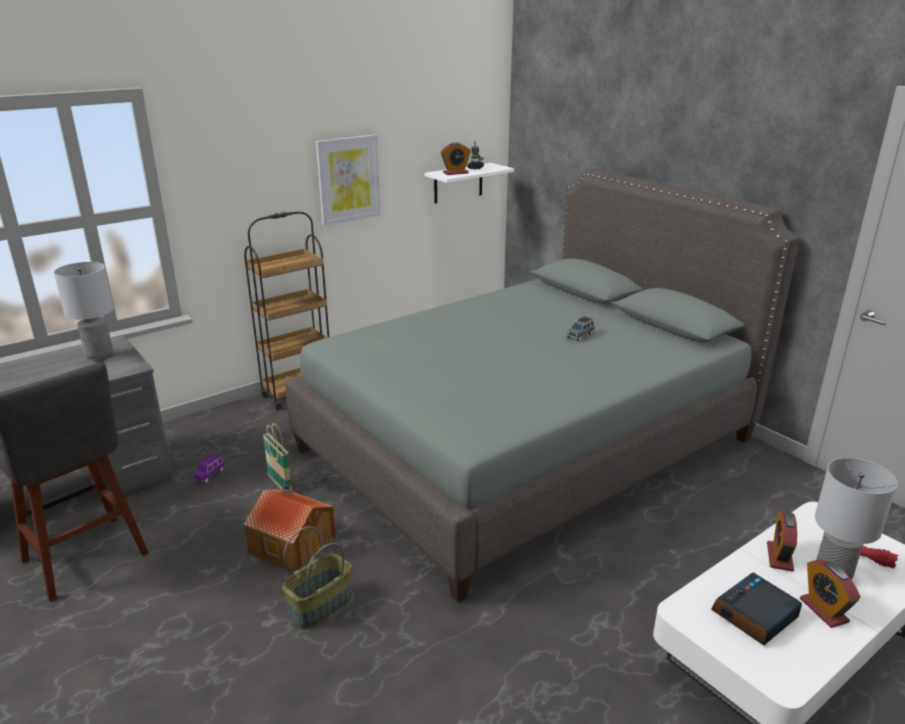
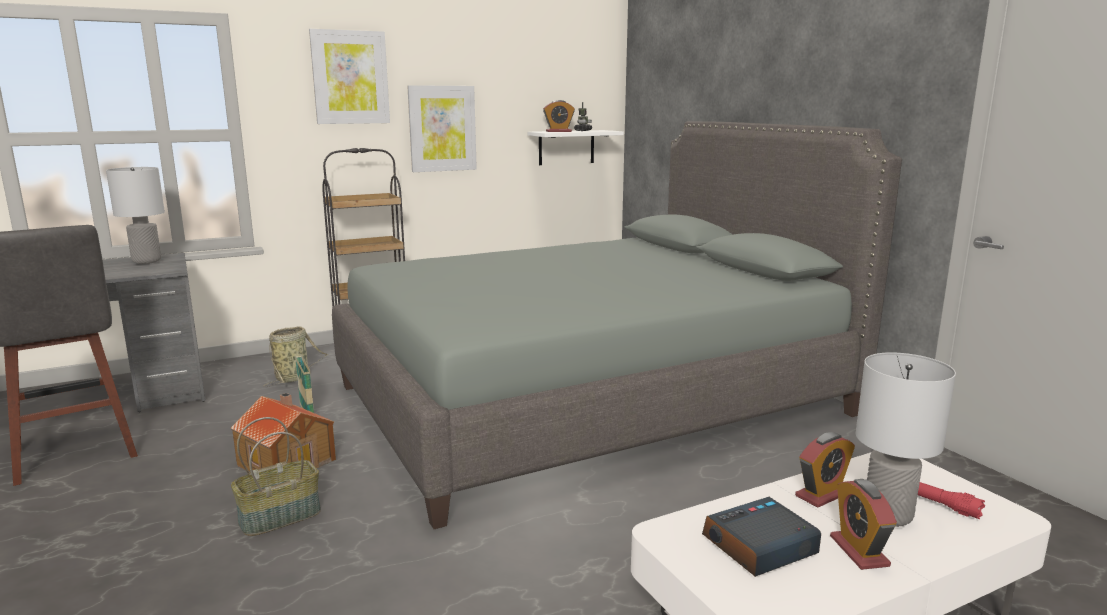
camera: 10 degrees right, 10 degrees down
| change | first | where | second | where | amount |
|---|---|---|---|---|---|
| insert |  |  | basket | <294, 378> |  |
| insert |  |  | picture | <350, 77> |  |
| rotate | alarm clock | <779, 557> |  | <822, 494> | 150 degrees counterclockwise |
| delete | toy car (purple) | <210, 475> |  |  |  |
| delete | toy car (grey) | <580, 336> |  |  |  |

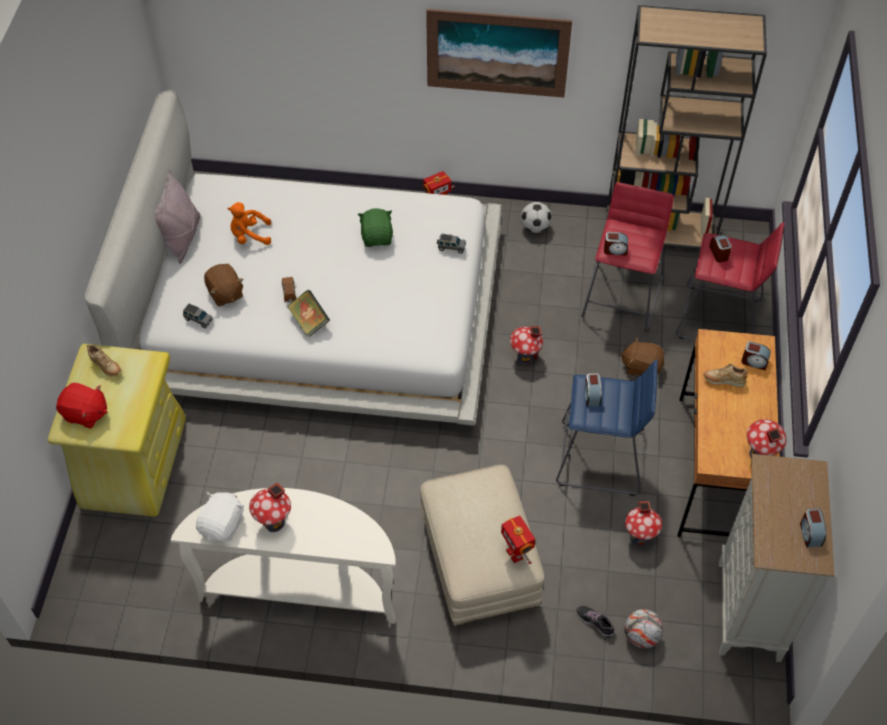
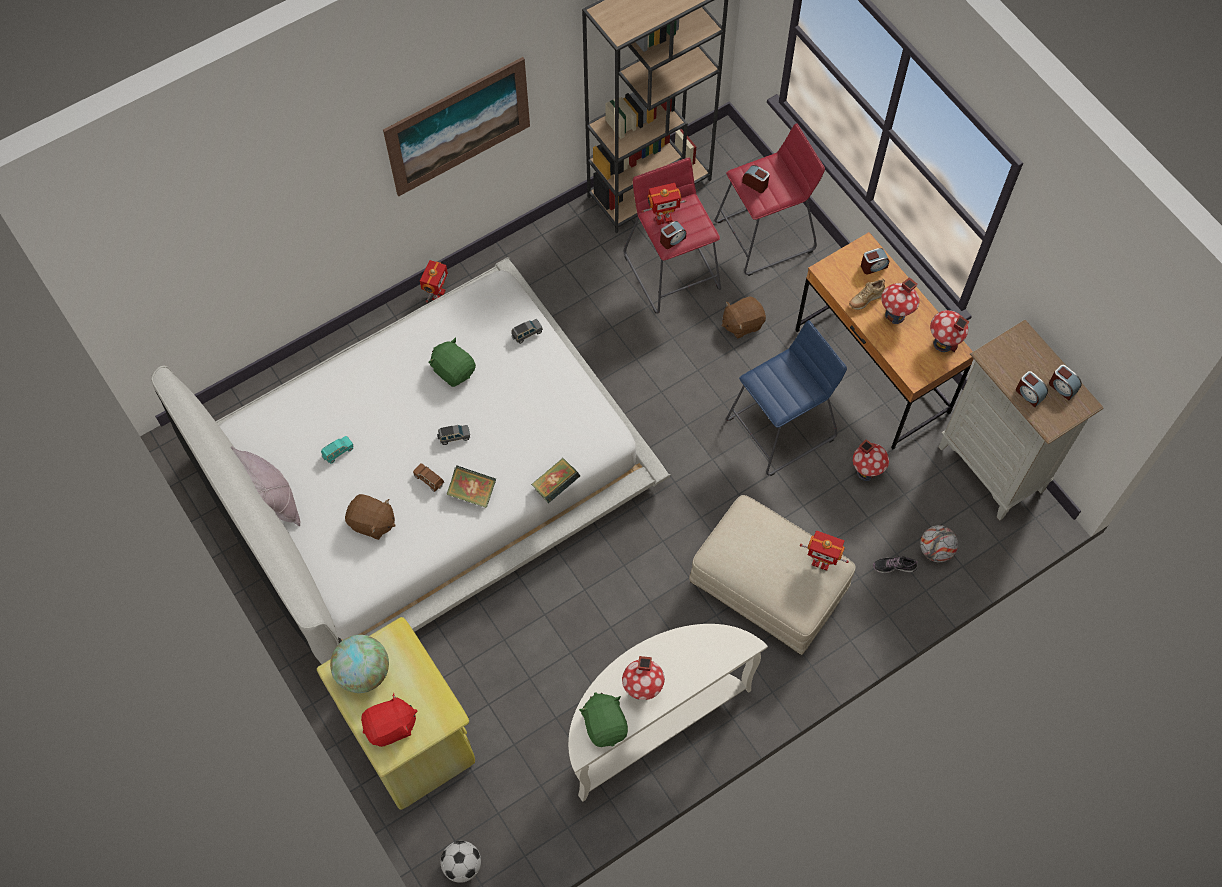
camera: 40 degrees left, 10 degrees up
| change | first | where | second | where | amount |
|---|---|---|---|---|---|
| replace | plush toy (orange) | <249, 236> | toy car (turquoise) | <338, 452> |  |
| replace | shoe (beige) | <106, 367> | globe | <363, 672> |  |
| move | toy car (grey) | <198, 320> |  | <454, 437> |  |
| move | football | <535, 227> |  | <462, 865> |  |
| insert |  |  | book | <556, 486> |  |
| recolor | plush toy (white) | <223, 525> | plush toy (green) | <605, 725> |  |
| insert |  |  | toy robot | <663, 218> |  |
| move | toy house | <525, 357> |  | <895, 315> |  |
| move | alarm clock | <592, 395> |  | <1029, 394> |  |

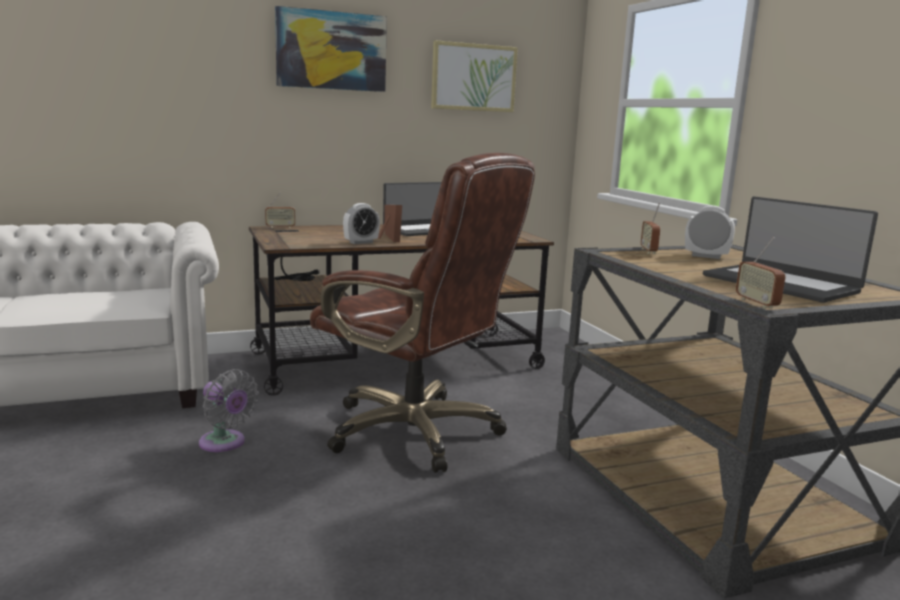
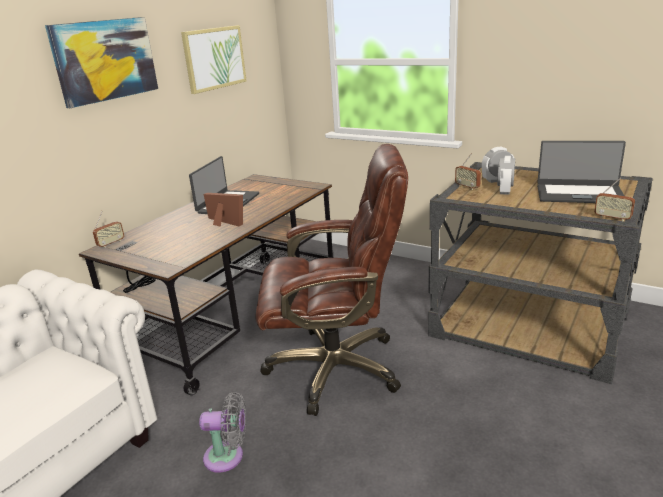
camera: 35 degrees left, 10 degrees up
| change | first | where | second | where | amount |
|---|---|---|---|---|---|
| move | alarm clock | <361, 242> |  | <505, 191> |  |

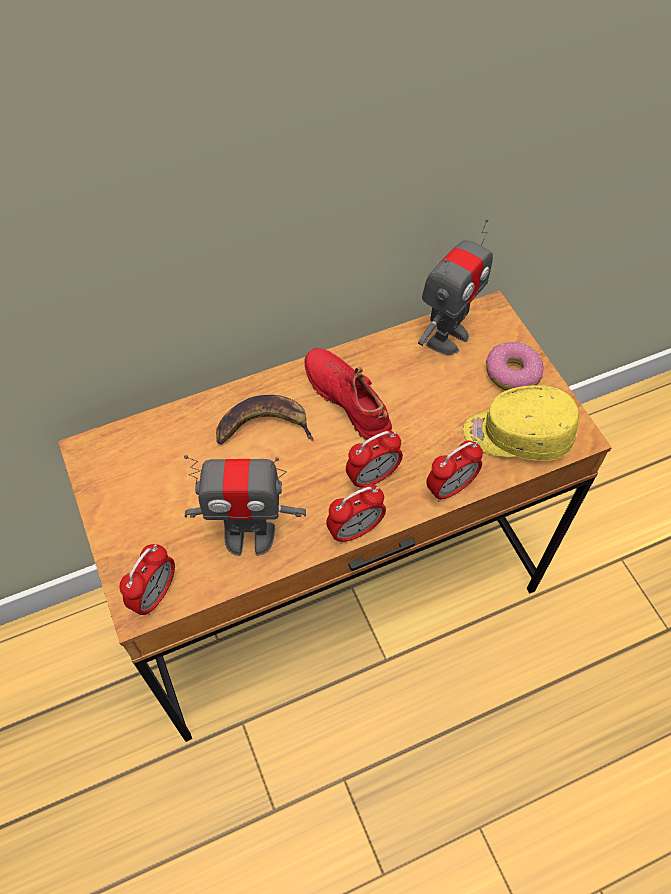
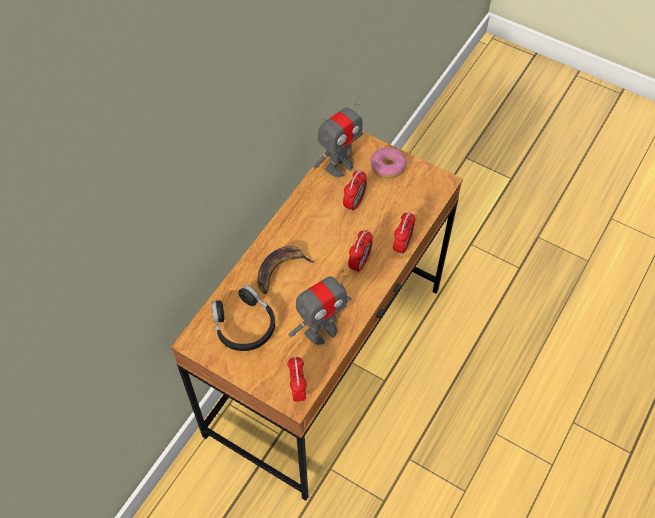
camera: 35 degrees left, 0 degrees up
| change | first | where | second | where | amount |
|---|---|---|---|---|---|
| insert |  |  | headphones (black) | <244, 325> |  |
| rotate | toy robot | <447, 337> |  | <339, 166> | 45 degrees clockwise |
| move | alarm clock | <355, 530> |  | <354, 203> |  |
| delete | shoe (red) | <349, 399> |  |  |  |
| delete | cap (yellow) | <517, 435> |  |  |  |

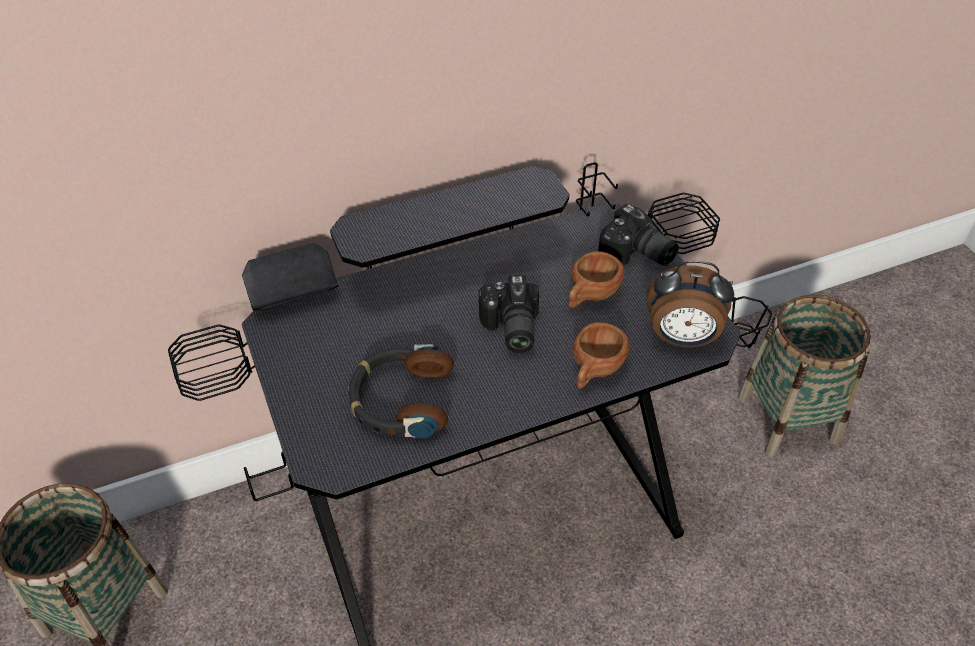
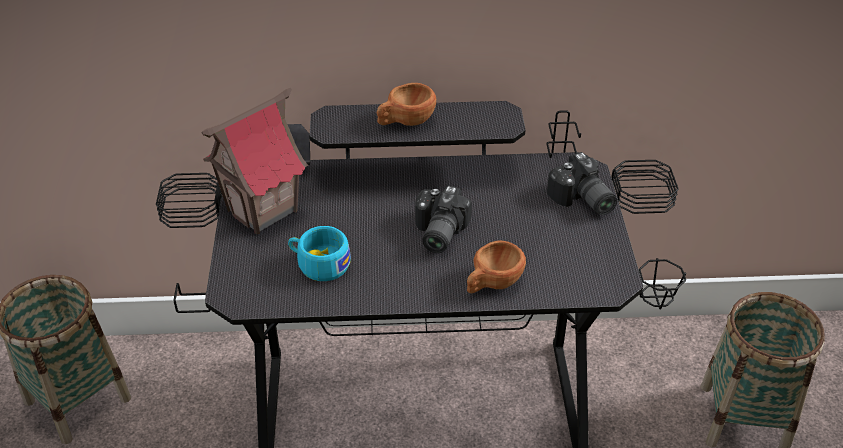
camera: 20 degrees right, 5 degrees down
| change | first | where | second | where | amount |
|---|---|---|---|---|---|
| insert |  |  | toy house | <263, 210> |  |
| replace | headphones | <401, 400> | cup (turquoise) | <318, 264> |  |
| move | cup (brown) | <590, 296> |  | <405, 122> |  |
| delete | alarm clock | <682, 339> |  |  |  |

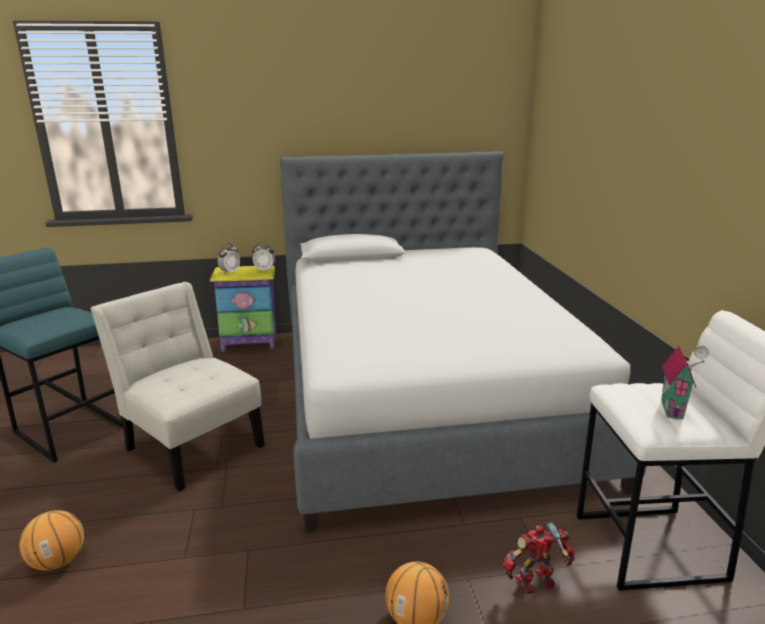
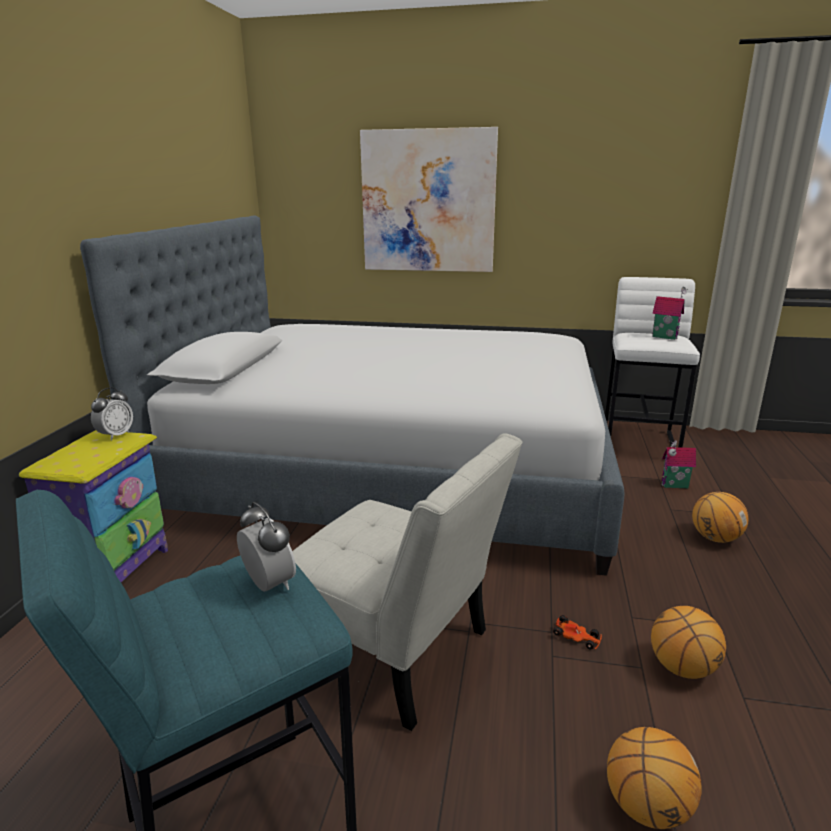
camera: 70 degrees left, 0 degrees up
| change | first | where | second | where | amount |
|---|---|---|---|---|---|
| move | alarm clock | <230, 272> |  | <269, 585> |  |
| rotate | chair (white) | <191, 444> |  | <397, 652> | 120 degrees counterclockwise |
| insert |  |  | picture | <428, 202> |  |
| insert |  |  | toy car | <577, 637> |  |
| insert |  |  | basketball | <682, 668> |  |
| replace | toy robot | <536, 584> | toy house | <675, 486> |  |

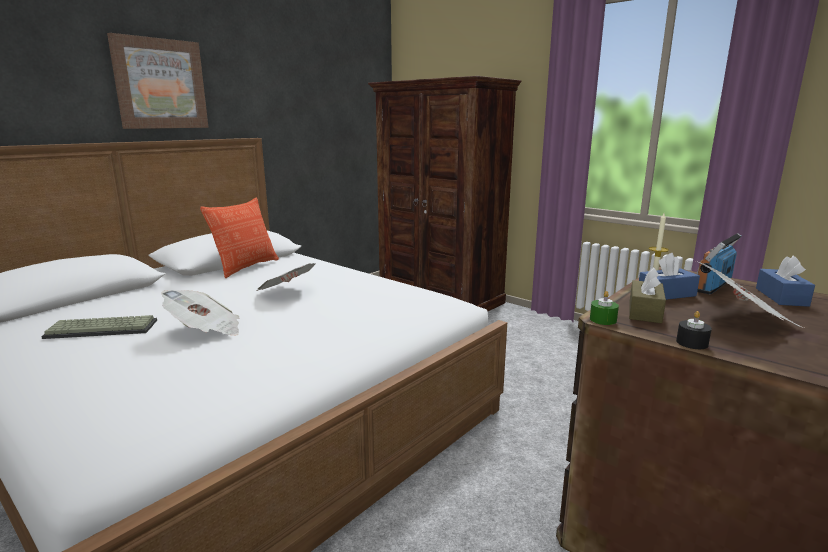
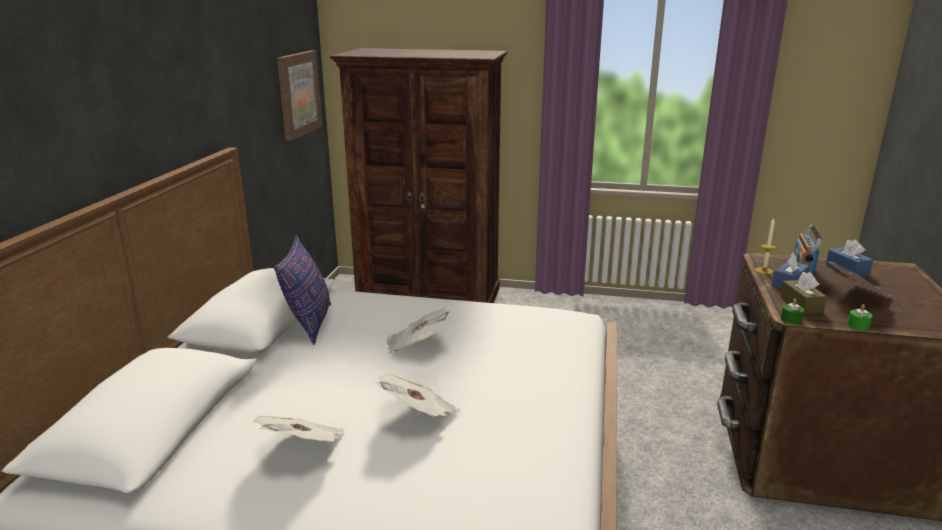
camera: 30 degrees left, 5 degrees up
| change | first | where | second | where | amount |
|---|---|---|---|---|---|
| replace | keyboard | <104, 328> | newspaper | <304, 447> |  |
| recolor | pillow (orange) | <246, 267> | pillow (blue) | <309, 324> |  |
| move | picture | <160, 84> |  | <298, 94> |  |
| recolor | candle (black) | <692, 343> | candle (green) | <858, 325> |  |

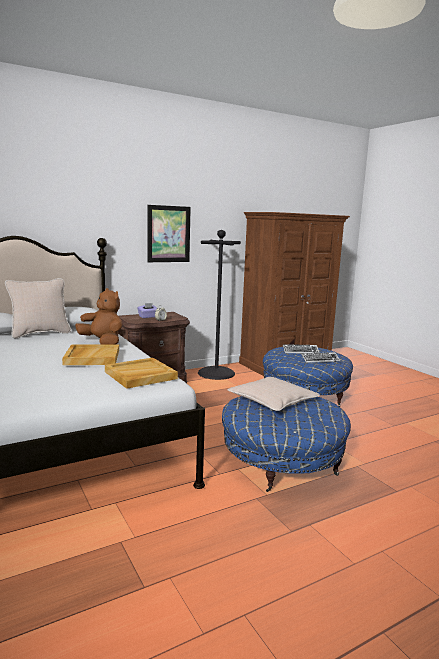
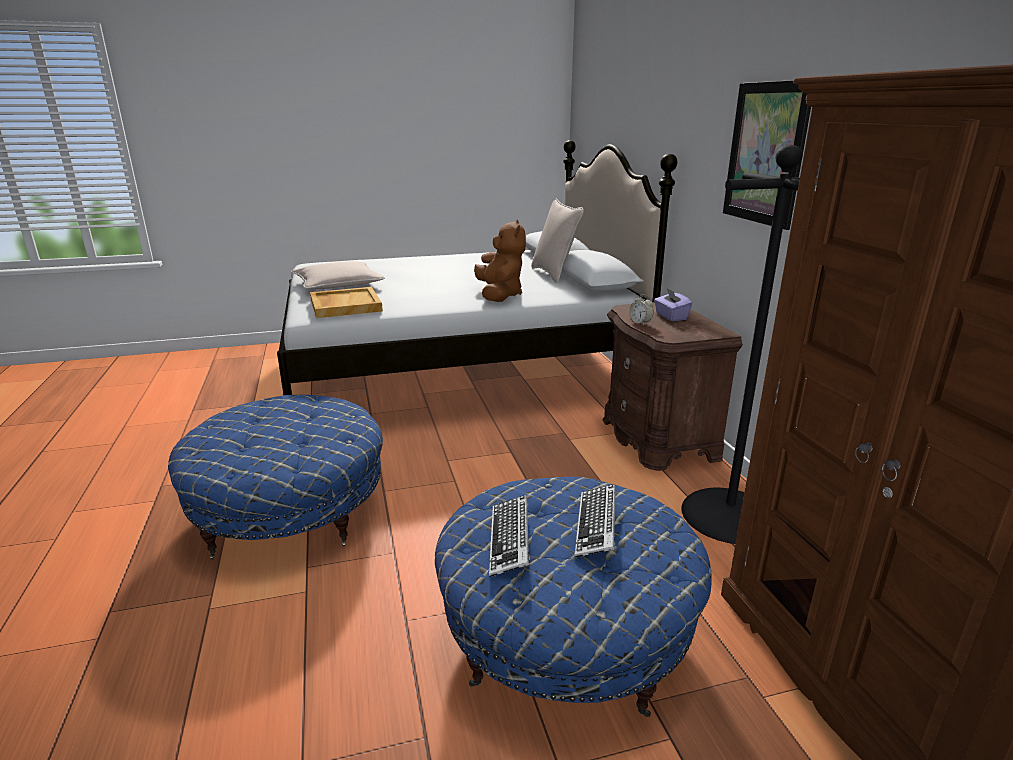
camera: 105 degrees right, 10 degrees up
| change | first | where | second | where | amount |
|---|---|---|---|---|---|
| move | pillow (beige) | <272, 400> |  | <338, 284> |  |
| rotate | plush toy (brown) | <102, 342> |  | <499, 295> | 60 degrees counterclockwise |
| delete | tray (beige) | <92, 357> |  |  |  |

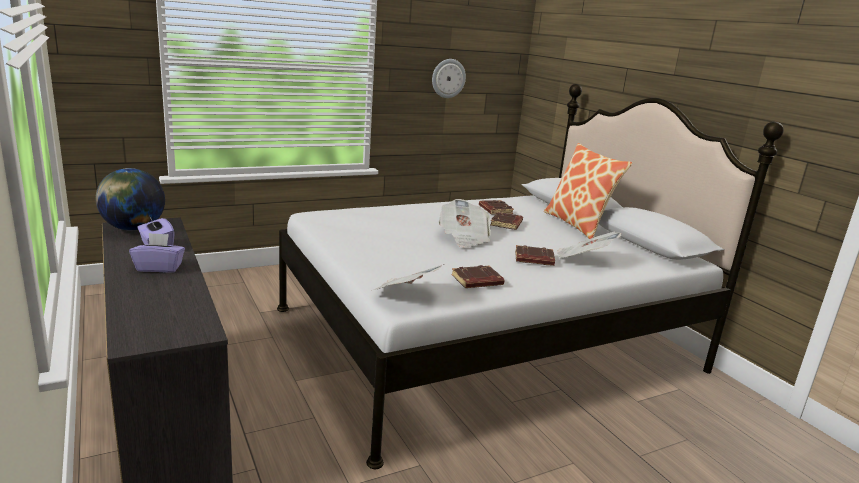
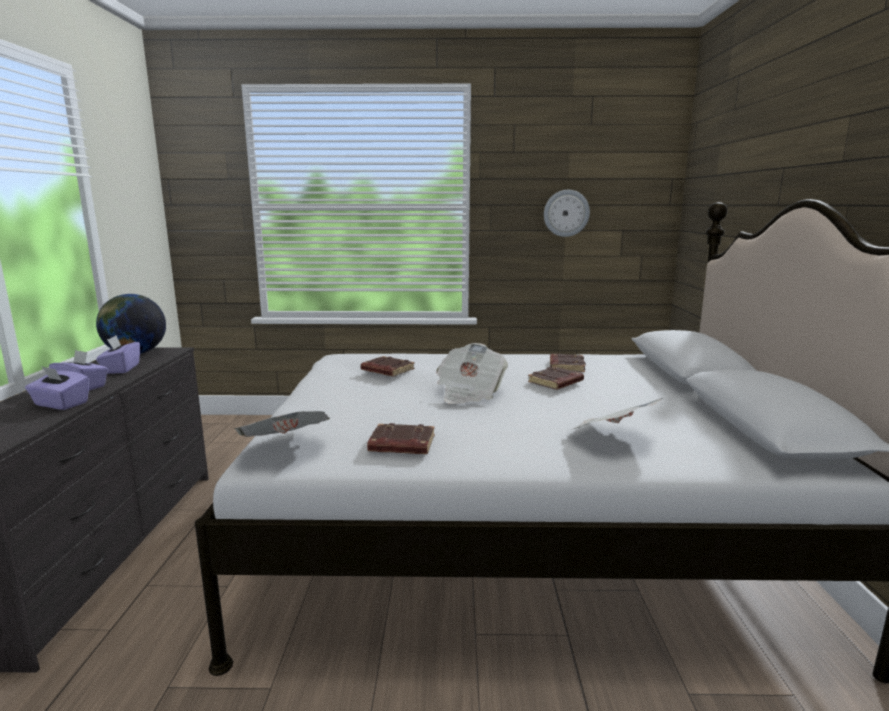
camera: 30 degrees right, 5 degrees down
| change | first | where | second | where | amount |
|---|---|---|---|---|---|
| insert |  |  | tissue box (purple) | <60, 404> |  |
| move | book (brown) | <533, 259> |  | <386, 370> |  |
| delete | pillow | <578, 225> |  |  |  |

